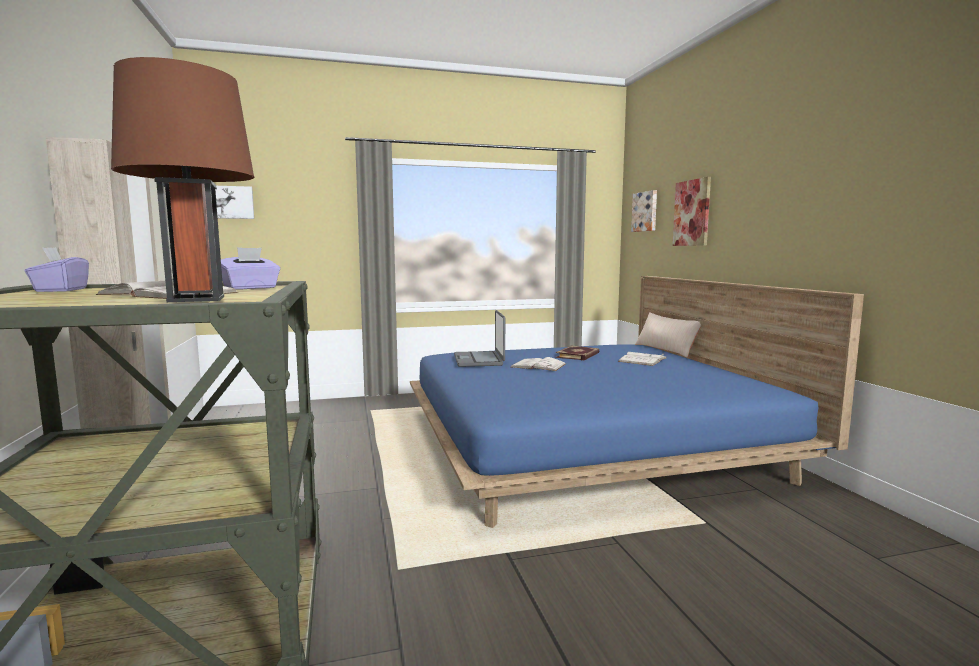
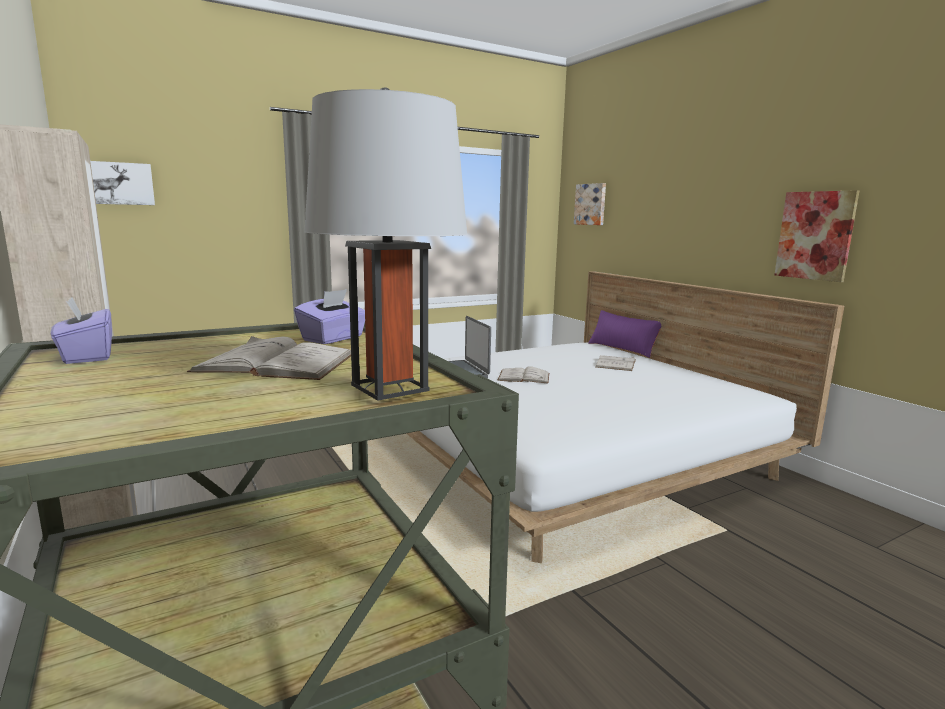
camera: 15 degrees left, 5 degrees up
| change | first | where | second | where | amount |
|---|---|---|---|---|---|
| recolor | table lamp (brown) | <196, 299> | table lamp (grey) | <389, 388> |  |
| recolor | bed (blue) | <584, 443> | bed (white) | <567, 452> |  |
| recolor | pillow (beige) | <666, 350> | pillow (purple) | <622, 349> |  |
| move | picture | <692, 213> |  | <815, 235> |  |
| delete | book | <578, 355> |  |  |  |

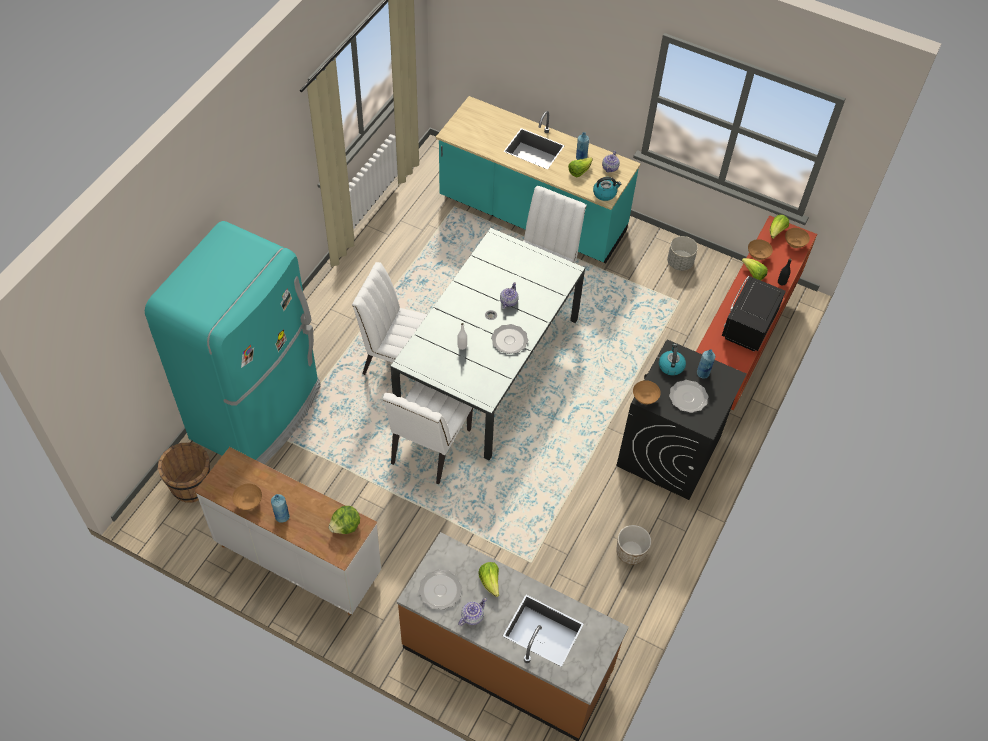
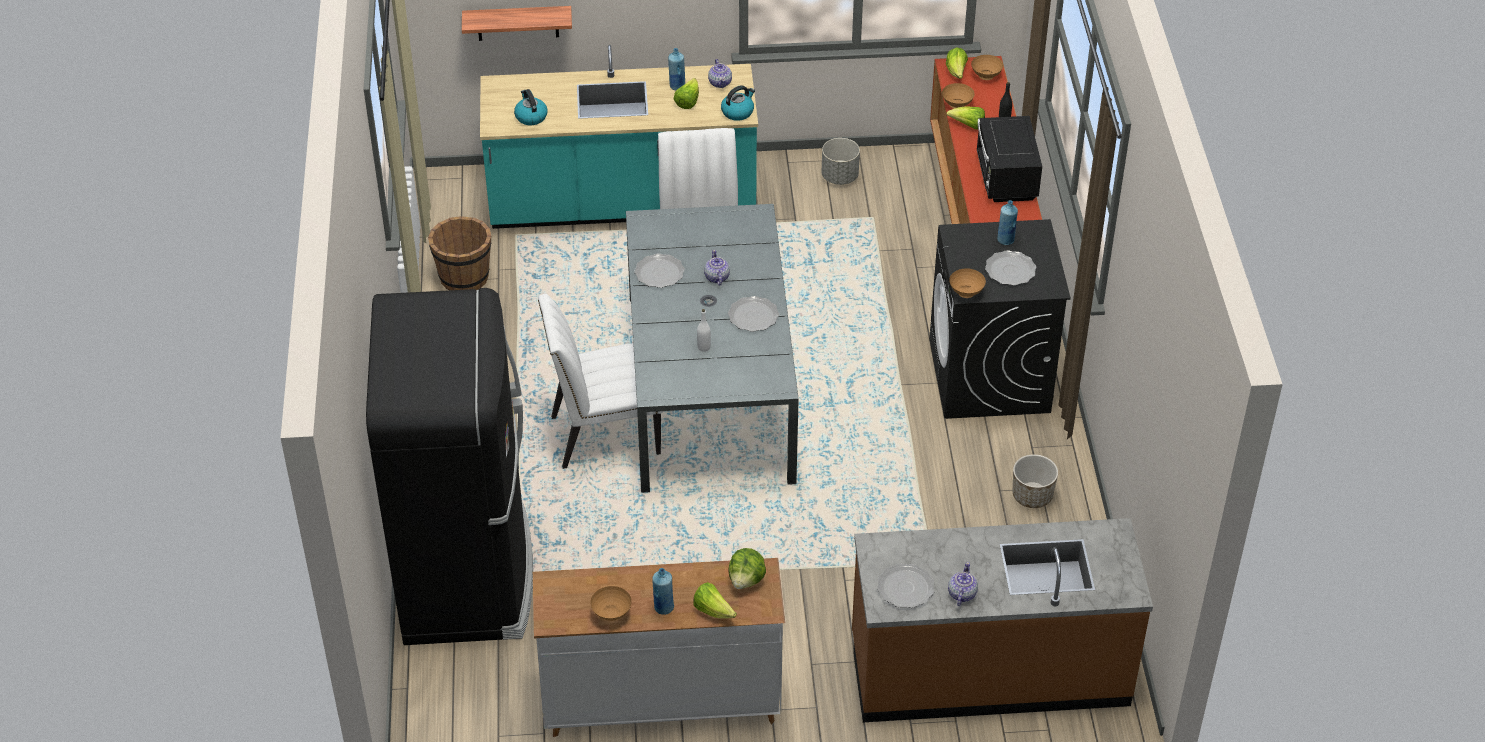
camera: 30 degrees left, 10 degrees down
| change | first | where | second | where | amount |
|---|---|---|---|---|---|
| recolor | fridge (turquoise) | <258, 412> | fridge (black) | <468, 573> |  |
| move | bucket (brown) | <191, 485> |  | <464, 277> |  |
| insert |  |  | shelf | <517, 23> |  |
| move | kettle | <671, 366> |  | <530, 116> |  |
| insert |  |  | plate | <659, 273> |  |
| move | lettuce | <490, 582> |  | <713, 611> |  |
| delete | chair (white) | <431, 446> |  |  |  |

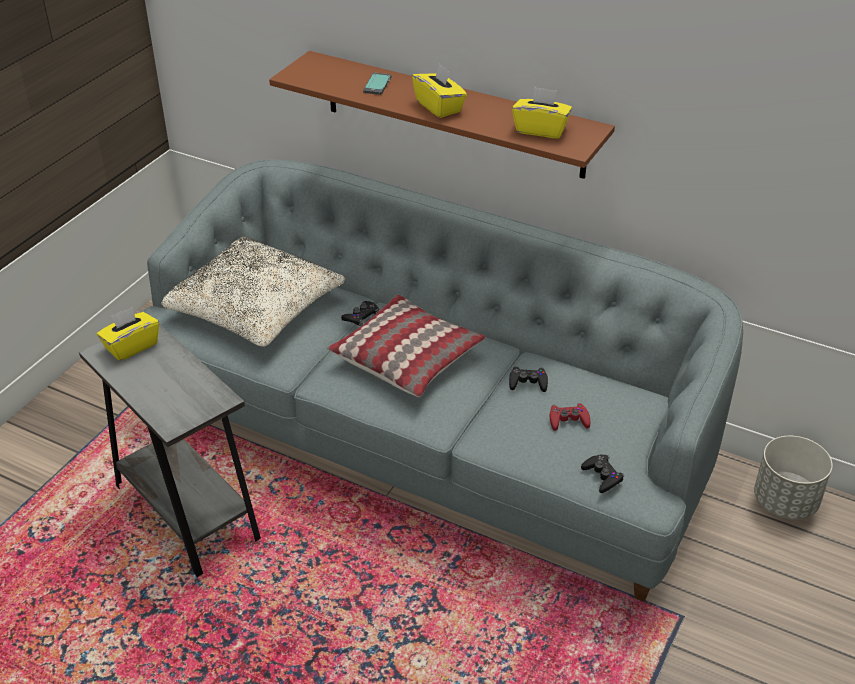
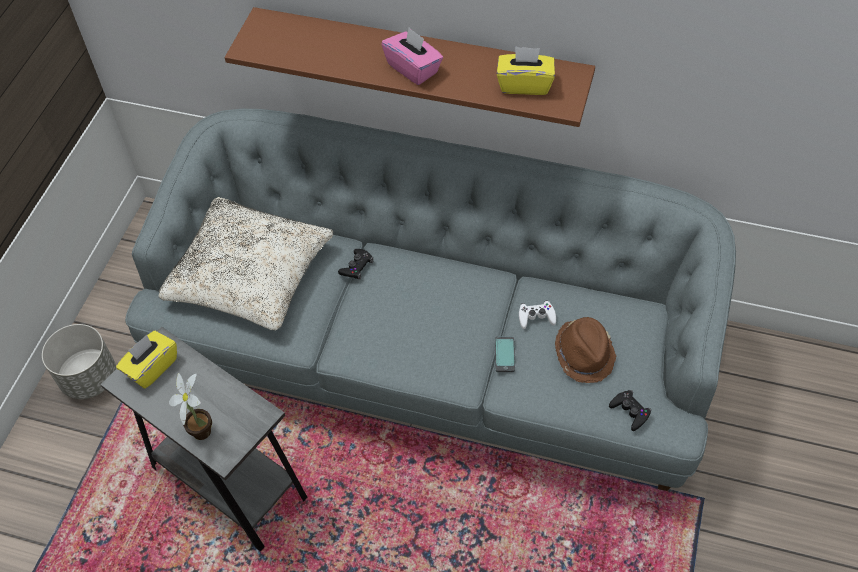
camera: 10 degrees left, 15 degrees up
| change | first | where | second | where | amount |
|---|---|---|---|---|---|
| move | planter (grey) | <785, 501> |  | <90, 378> |  |
| insert |  |  | potted plant | <201, 428> |  |
| recolor | tissue box (yellow) | <439, 106> | tissue box (pink) | <413, 68> |  |
| move | phone | <377, 84> |  | <505, 354> |  |
| recolor | game controller (black) | <528, 382> | game controller (white) | <536, 317> |  |
| replace | game controller (red) | <568, 420> | hat (brown) | <584, 354> |  |
| delete | pillow | <407, 357> |  |  |  |

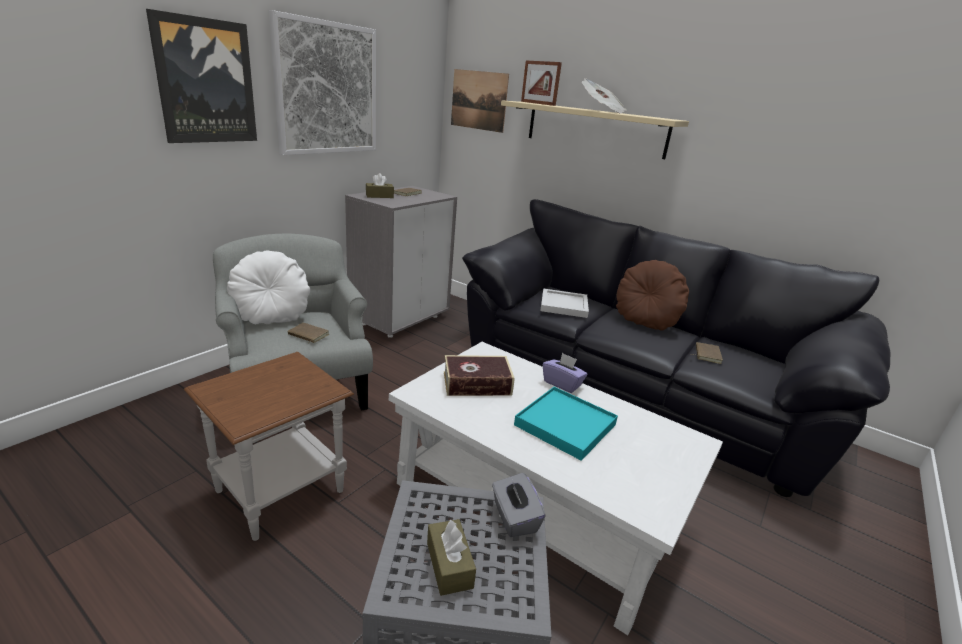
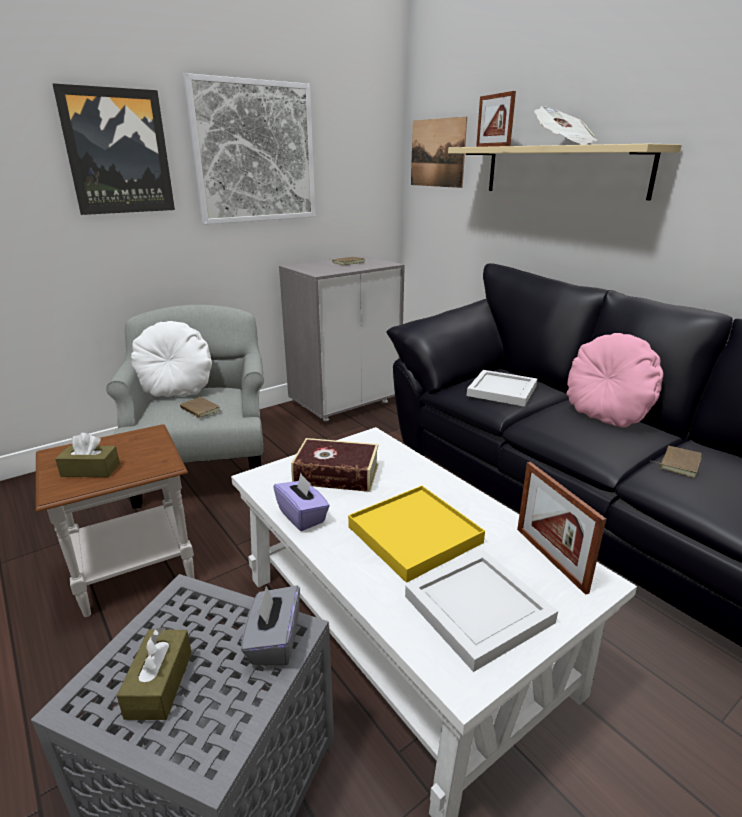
camera: 20 degrees right, 0 degrees up
| change | first | where | second | where | amount |
|---|---|---|---|---|---|
| move | tissue box (brown) | <379, 196> |  | <90, 470> |  |
| move | tissue box (purple) | <562, 384> |  | <302, 516> |  |
| recolor | tray (turquoise) | <565, 425> | tray (yellow) | <415, 535> |  |
| insert |  |  | tray (white) | <475, 609> |  |
| insert |  |  | picture frame | <550, 559> |  |
| recolor | pillow (brown) | <644, 323> | pillow (pink) | <605, 417> |  |

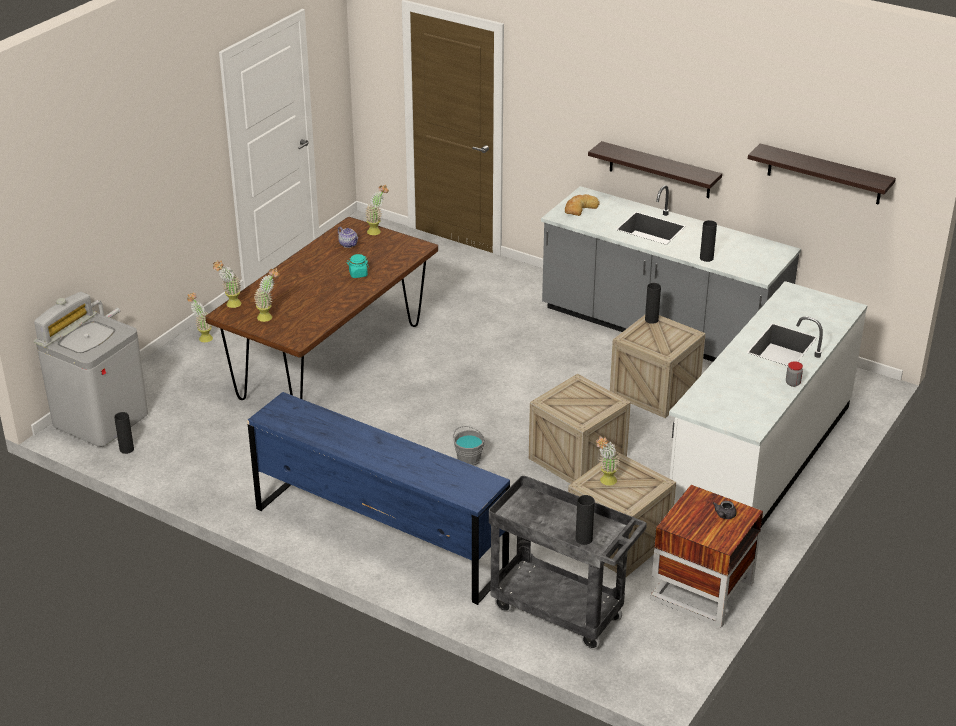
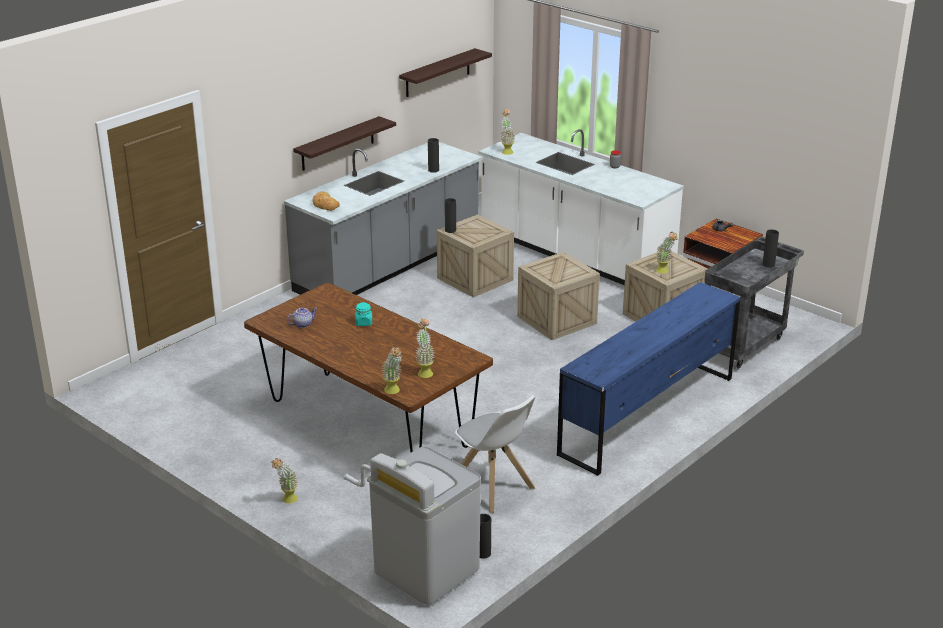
camera: 80 degrees left, 5 degrees down
| change | first | where | second | where | amount |
|---|---|---|---|---|---|
| insert |  |  | chair | <493, 487> |  |
| move | potted plant | <377, 231> |  | <506, 151> |  |
| delete | bucket (grey) | <468, 460> |  |  |  |

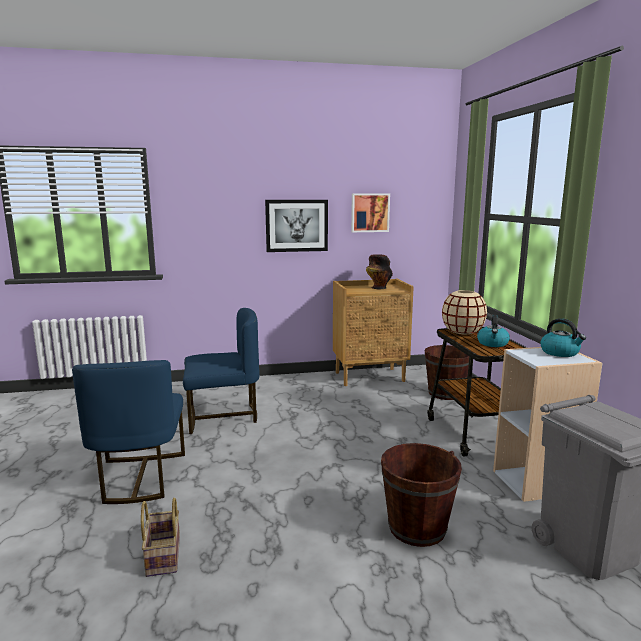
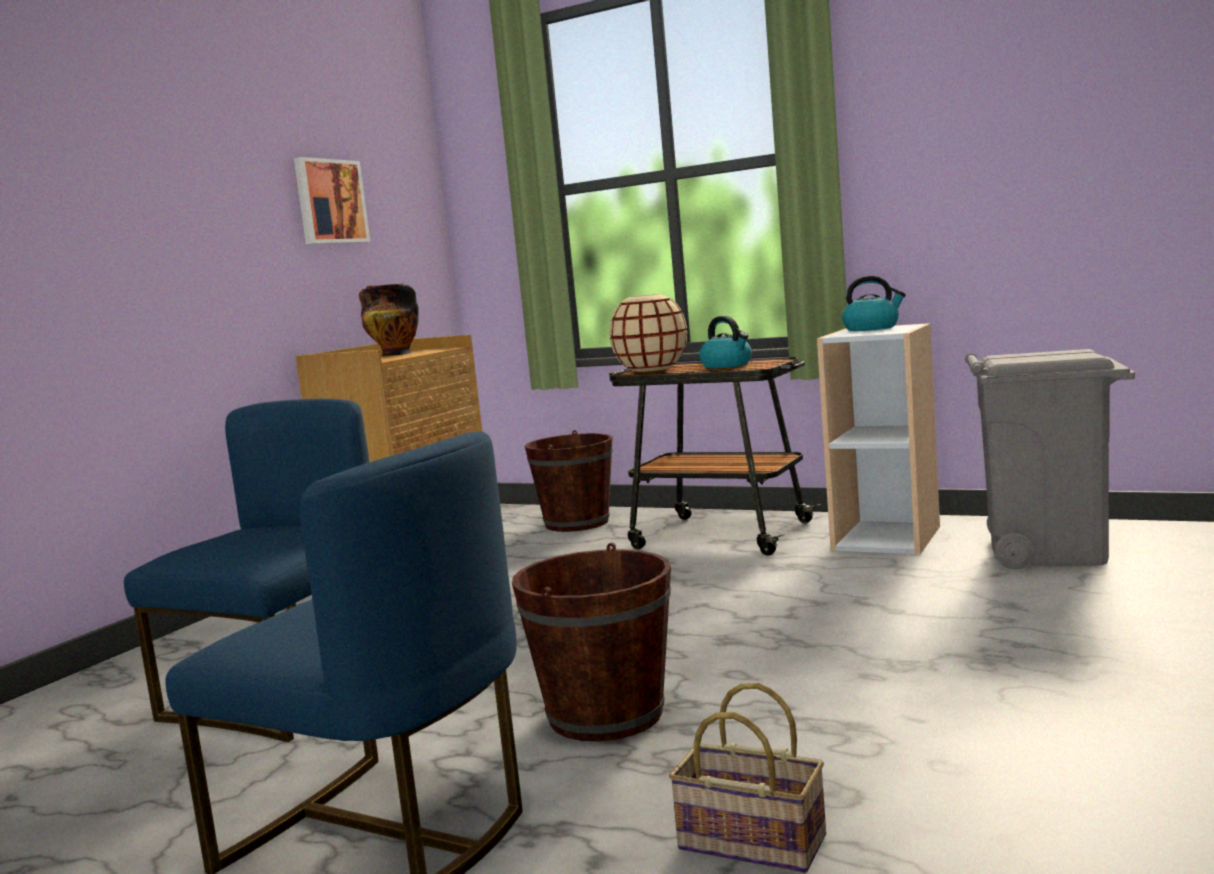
camera: 50 degrees left, 5 degrees down
| change | first | where | second | where | amount |
|---|---|---|---|---|---|
| move | bucket (brown) | <417, 528> |  | <606, 715> |  |
| delete | picture | <296, 225> |  |  |  |

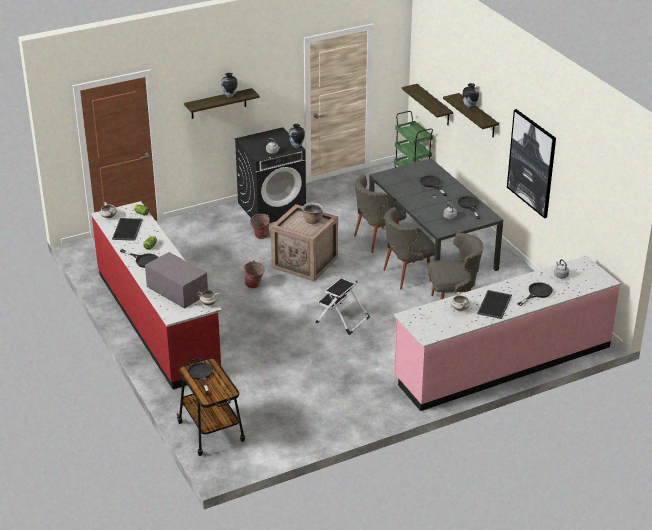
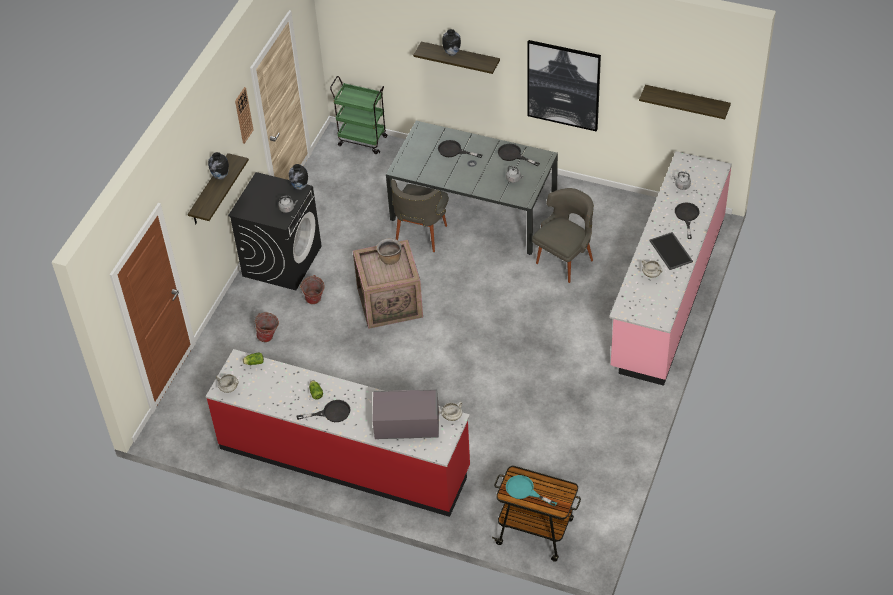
camera: 40 degrees left, 15 degrees up
| change | first | where | second | where | amount |
|---|---|---|---|---|---|
| insert |  |  | wall clock | <243, 115> |  |
| move | bucket | <253, 286> |  | <269, 337> |  |
| recolor | frying pan (black) | <201, 375> | frying pan (turquoise) | <524, 491> |  |
| move | shelf | <434, 105> |  | <686, 102> |  |
| delete | tray | <128, 229> |  |  |  |
| delete | step ladder | <342, 318> |  |  |  |
| delete | chair (grey) | <407, 275> |  |  |  |

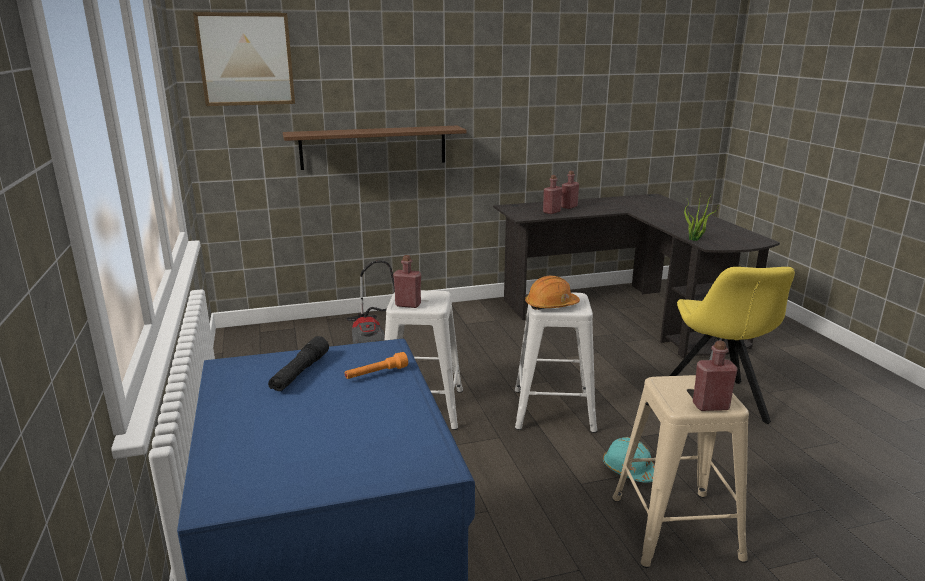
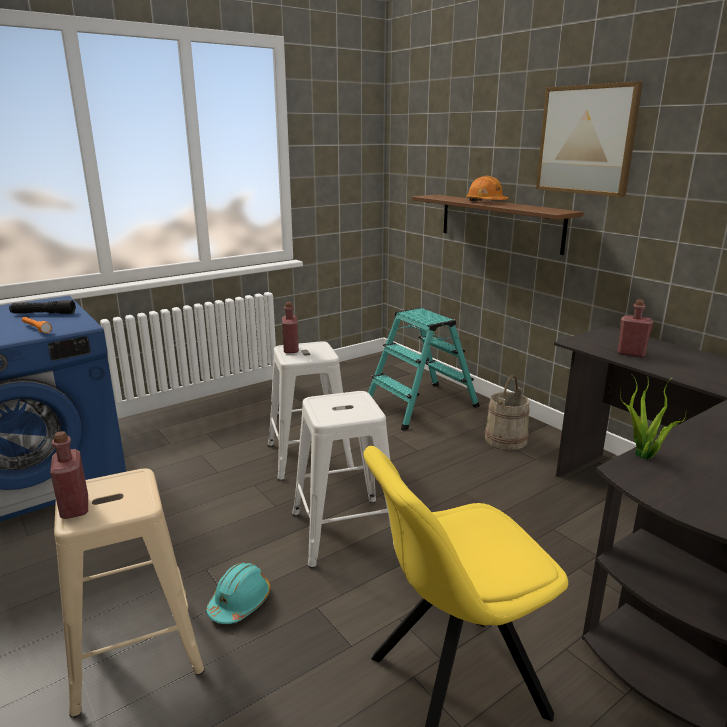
camera: 70 degrees right, 0 degrees up
| change | first | where | second | where | amount |
|---|---|---|---|---|---|
| replace | vacuum cleaner | <370, 338> | step ladder (turquoise) | <421, 405> |  |
| move | hard hat (orange) | <551, 305> |  | <486, 202> |  |
| insert |  |  | bucket (beige) | <506, 439> |  |
| move | picture | <246, 59> |  | <586, 140> |  |
| delete | bottle (red) | <569, 207> |  |  |  |

